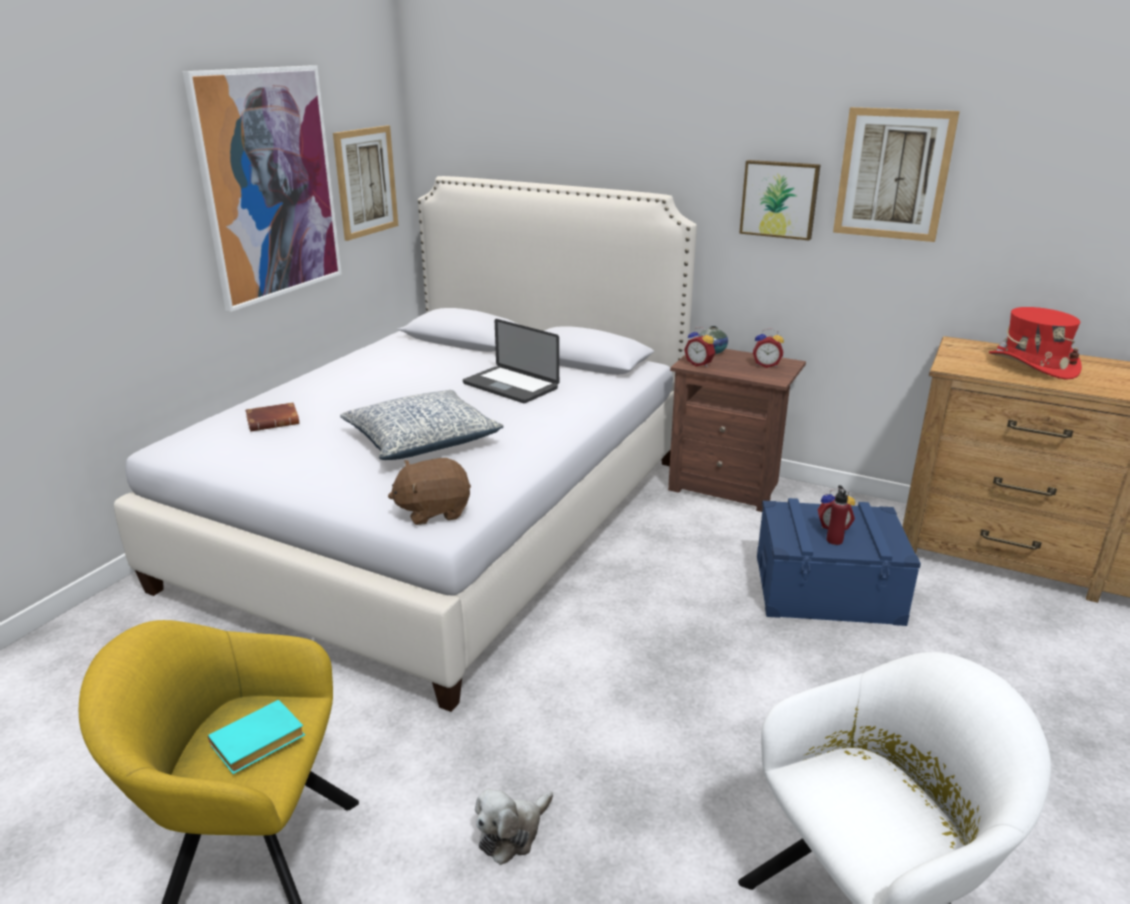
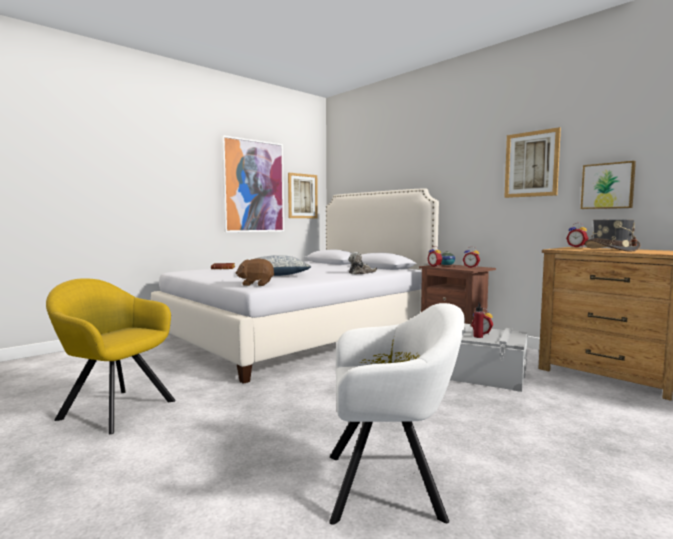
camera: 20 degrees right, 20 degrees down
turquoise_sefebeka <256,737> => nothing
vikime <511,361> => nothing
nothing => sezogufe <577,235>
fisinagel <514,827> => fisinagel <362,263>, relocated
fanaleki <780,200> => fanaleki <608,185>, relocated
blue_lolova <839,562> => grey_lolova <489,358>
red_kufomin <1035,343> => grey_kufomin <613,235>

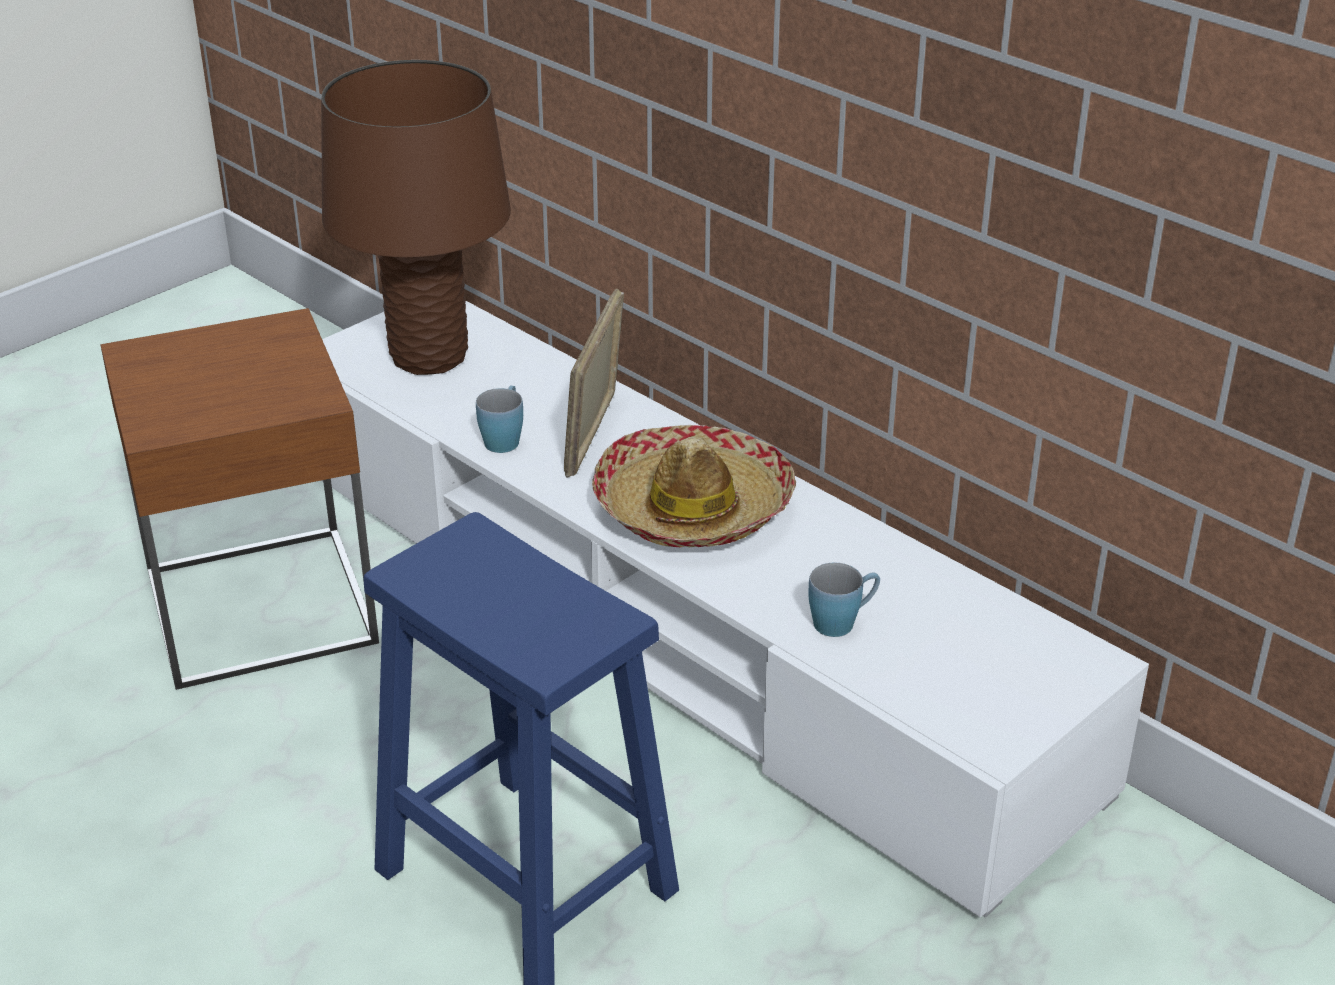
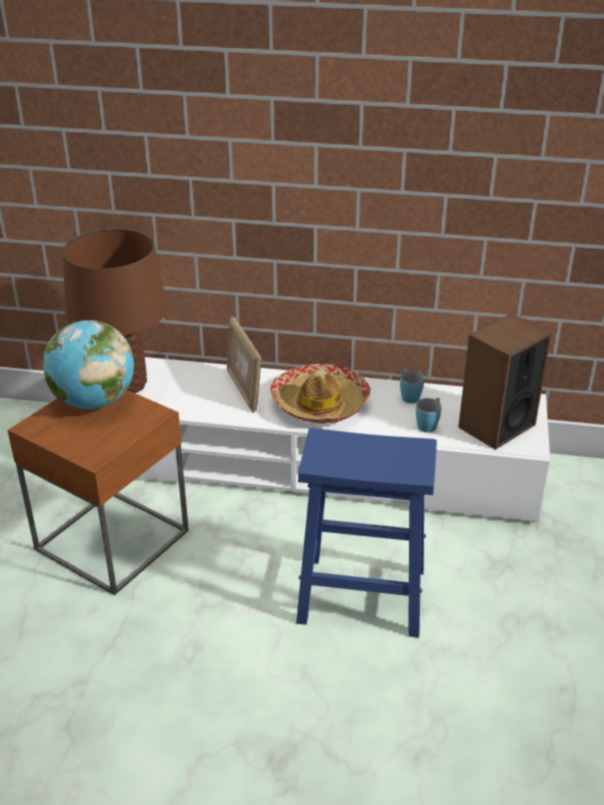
camera: 35 degrees left, 0 degrees up
nothing => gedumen <88,364>
nothing => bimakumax <505,381>
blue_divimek <499,419> => blue_divimek <412,386>, relocated

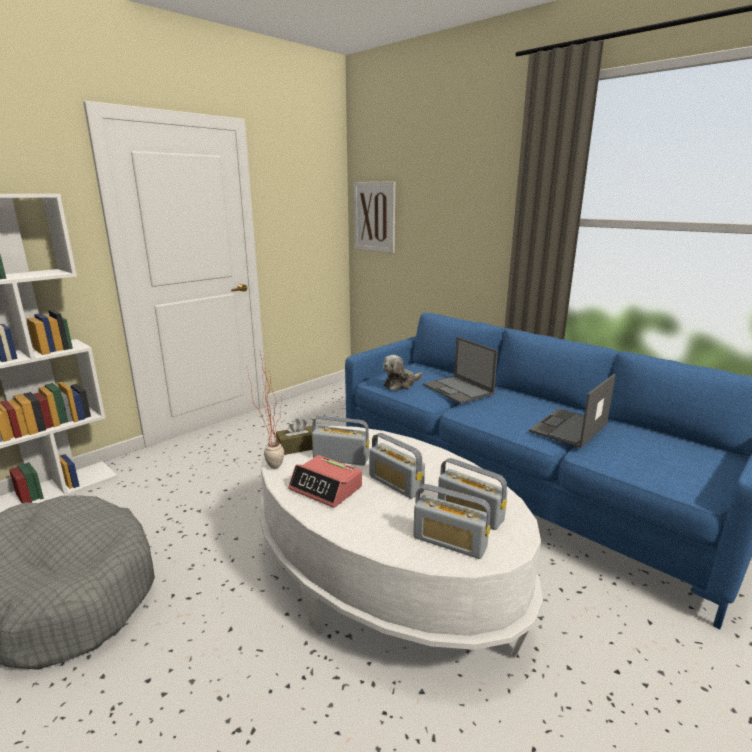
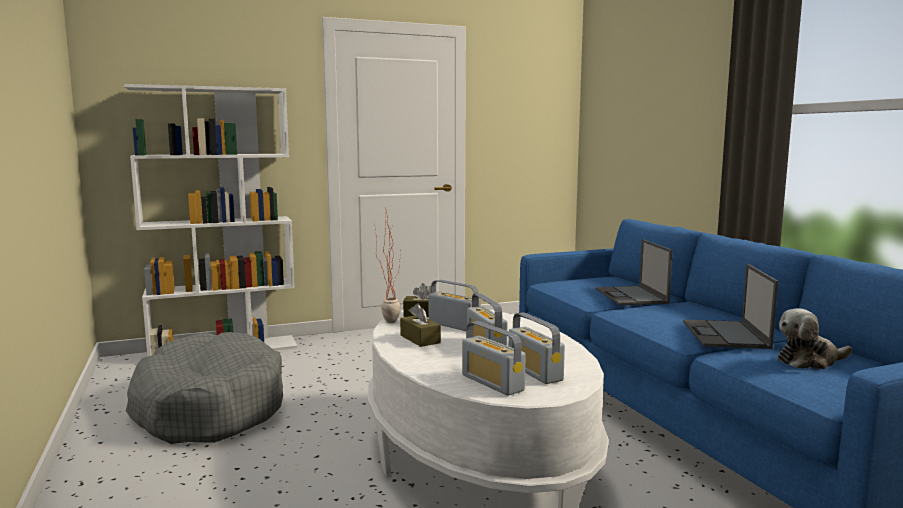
camera: 25 degrees right, 10 degrees down
fanaleki <374,217> => nothing
fisinagel <402,373> => fisinagel <815,338>, relocated
sezogufe <325,481> => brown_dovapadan <420,325>
vikime <572,411> => vikime <731,306>, 60 degrees counterclockwise

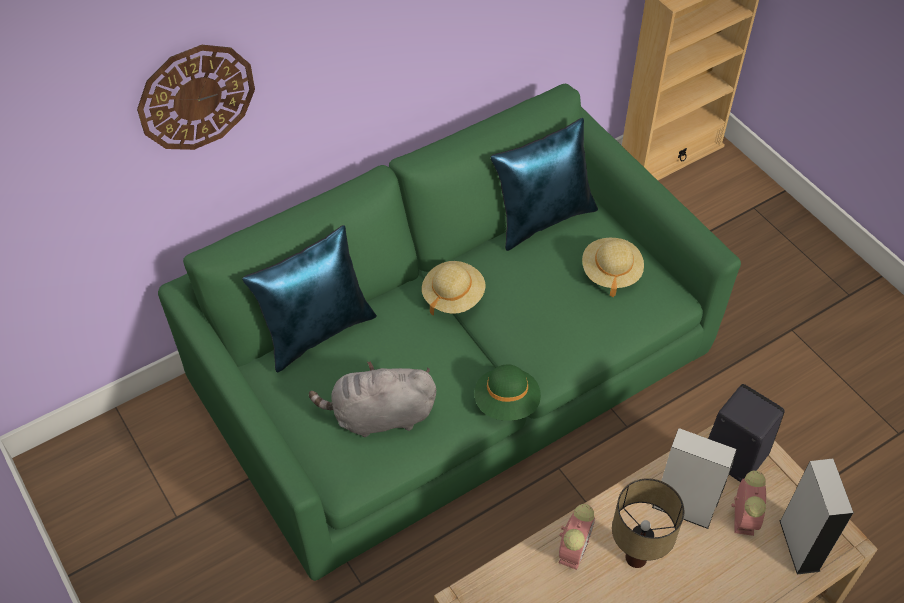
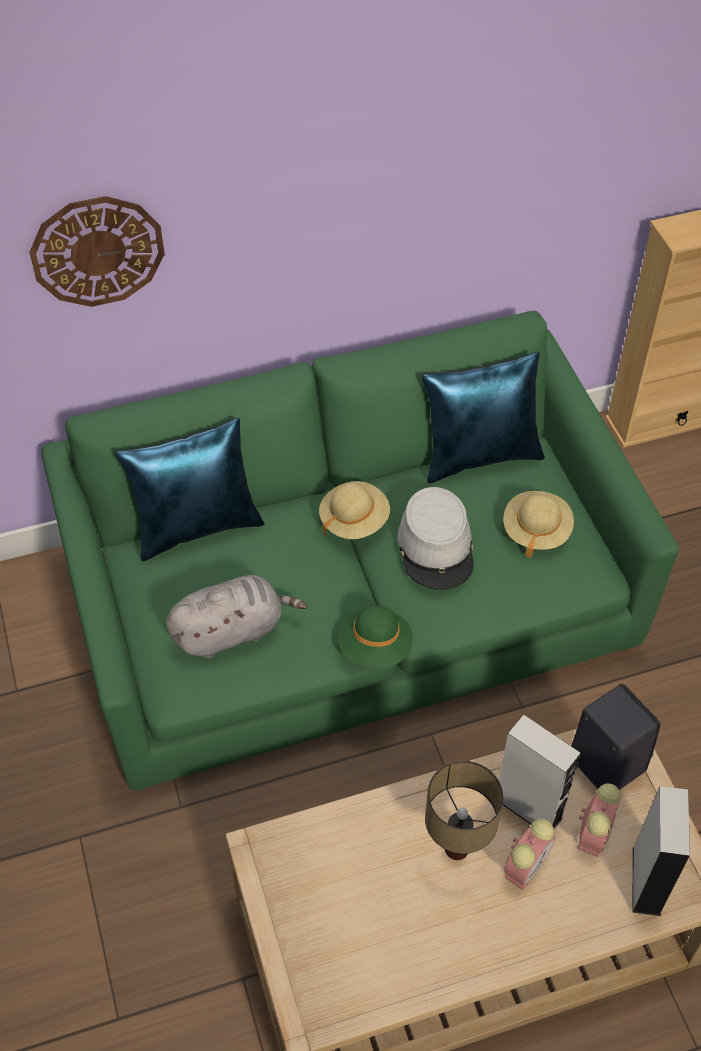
camera: 15 degrees right, 0 degrees up
nothing => grey_kufomin <436,538>
sezogufe <577,537> => sezogufe <529,854>, relocated
grey_fisinagel <372,399> => grey_fisinagel <236,617>, 150 degrees clockwise

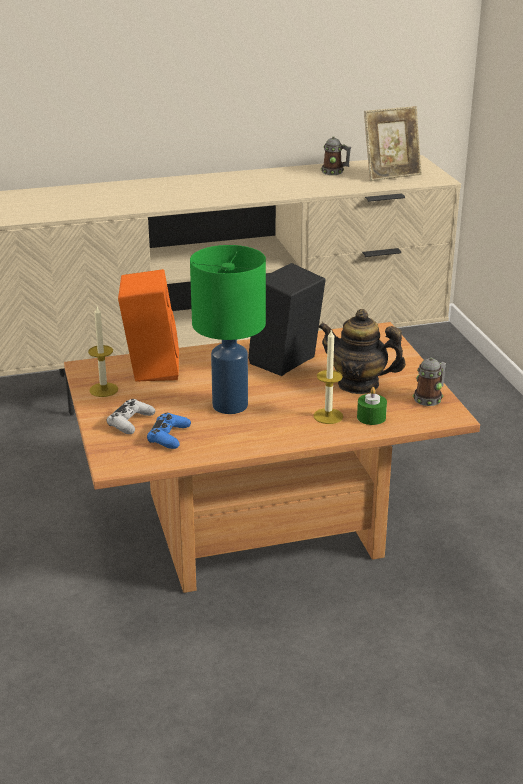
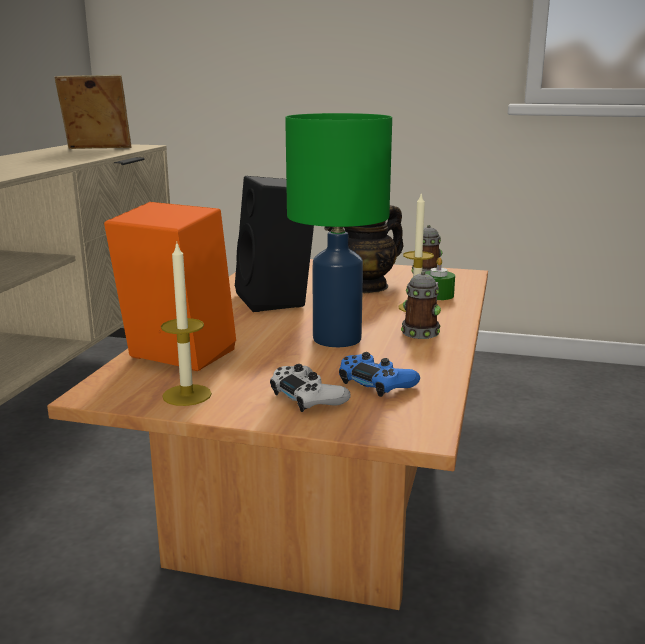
camera: 60 degrees left, 10 degrees down
divimek <336,155> => divimek <421,305>, relocated
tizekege <393,143> => tizekege <93,112>, 105 degrees counterclockwise

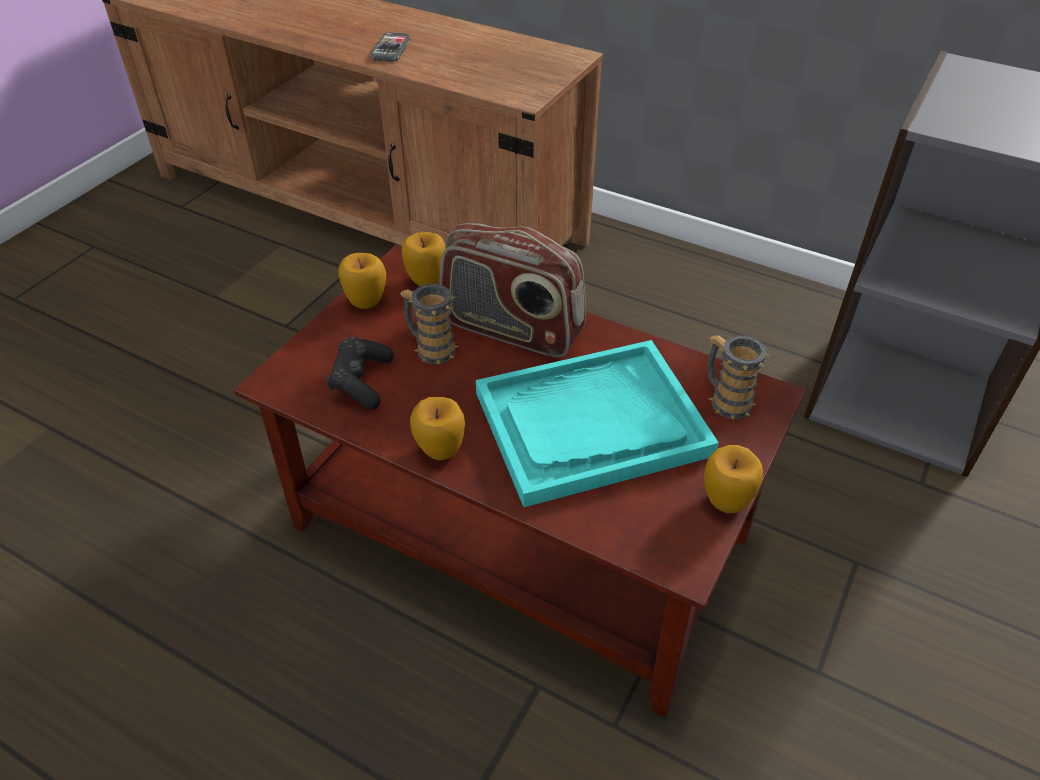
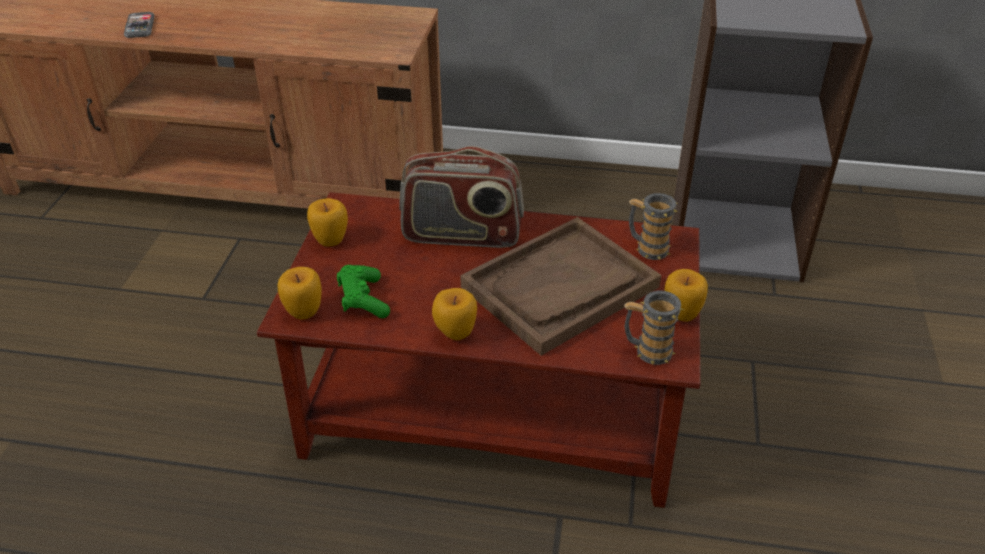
camera: 20 degrees left, 5 degrees down
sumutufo <390,47> => sumutufo <139,25>, relocated
divimek <429,324> => divimek <654,327>, relocated
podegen <423,259> => podegen <299,293>, relocated
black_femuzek <360,373> => green_femuzek <363,291>
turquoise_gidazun <597,423> => brown_gidazun <560,286>

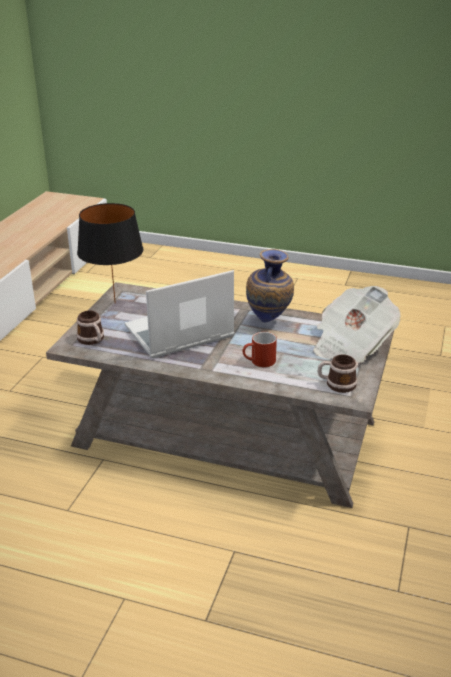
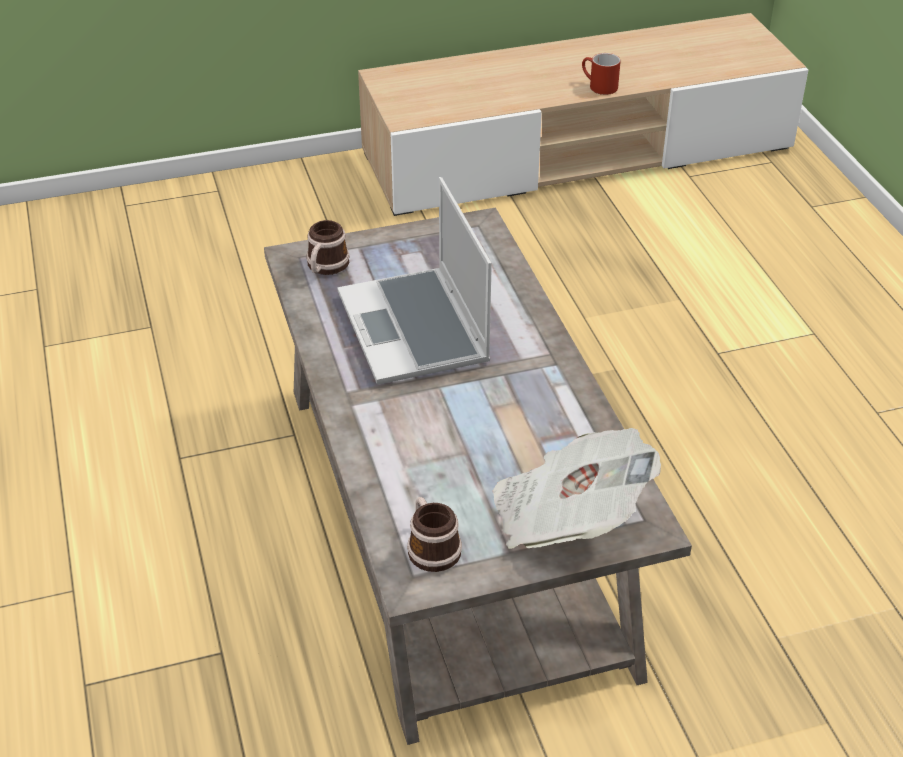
camera: 55 degrees right, 10 degrees up
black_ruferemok <110,253> => nothing
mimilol <270,286> => nothing
red_divimek <259,349> => red_divimek <601,74>, relocated
vikime <180,314> => vikime <414,281>, 135 degrees counterclockwise

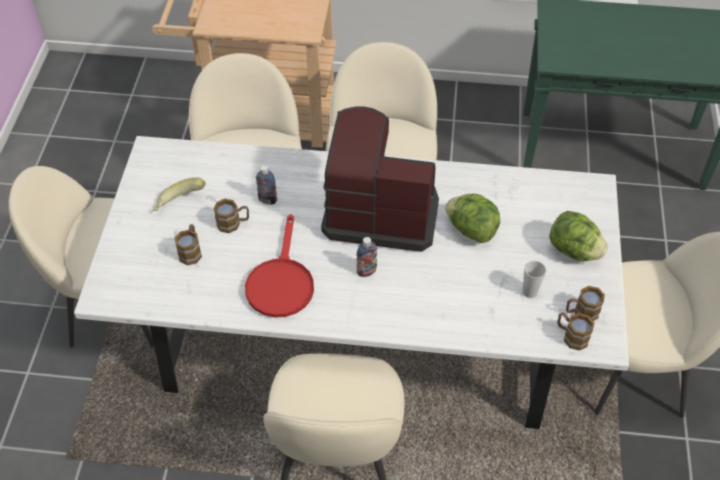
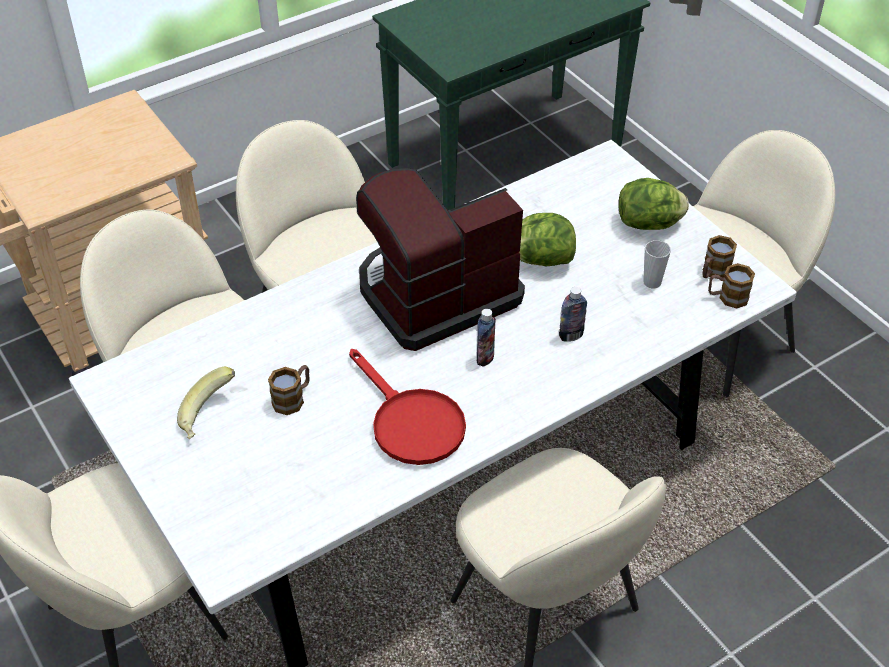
camera: 40 degrees left, 5 degrees down
divimek <188,244> => nothing
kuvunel <266,185> => kuvunel <573,314>, relocated

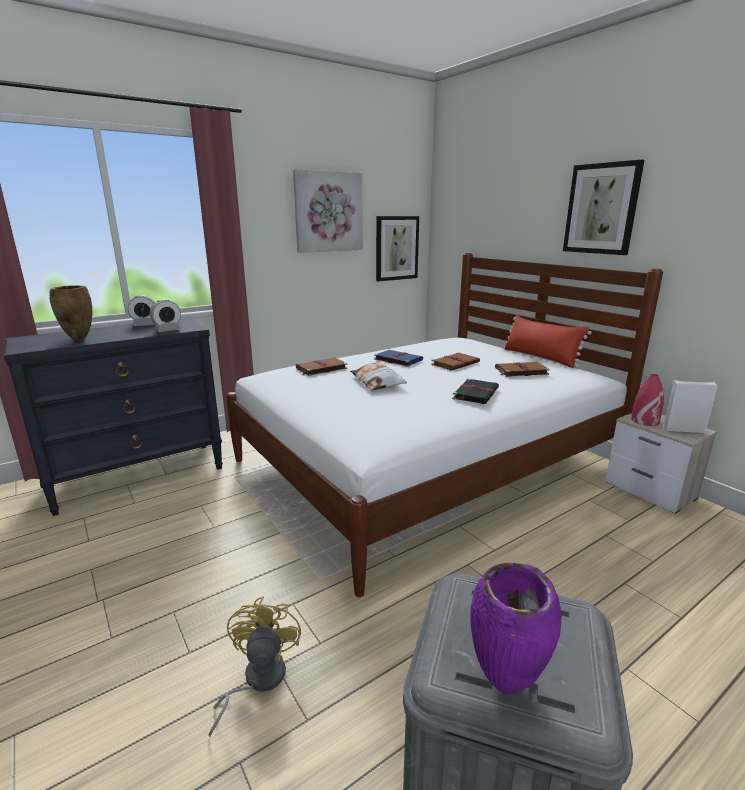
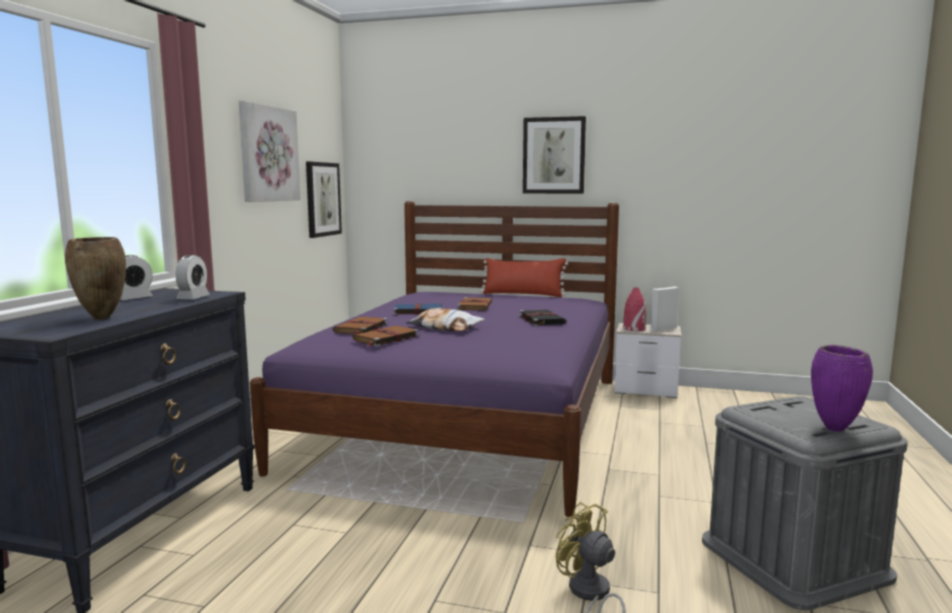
camera: 40 degrees left, 10 degrees down
brown_sefebeka <522,369> => brown_sefebeka <385,336>, relocated
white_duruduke <444,425> => purple_duruduke <434,359>

